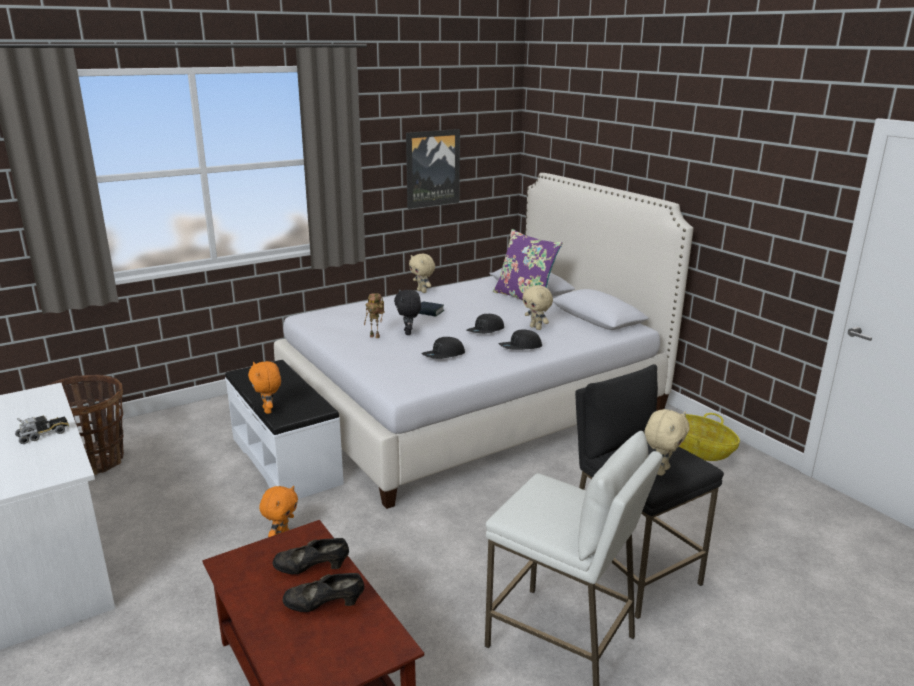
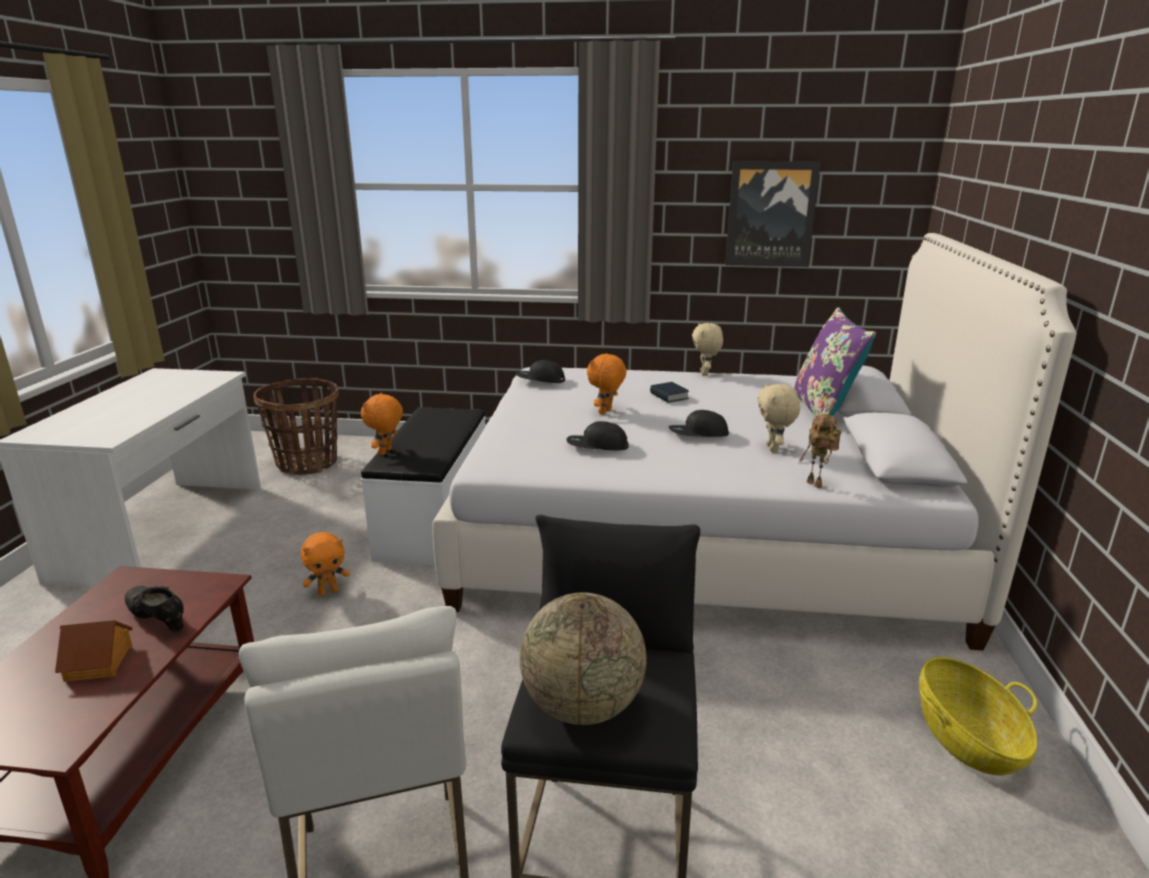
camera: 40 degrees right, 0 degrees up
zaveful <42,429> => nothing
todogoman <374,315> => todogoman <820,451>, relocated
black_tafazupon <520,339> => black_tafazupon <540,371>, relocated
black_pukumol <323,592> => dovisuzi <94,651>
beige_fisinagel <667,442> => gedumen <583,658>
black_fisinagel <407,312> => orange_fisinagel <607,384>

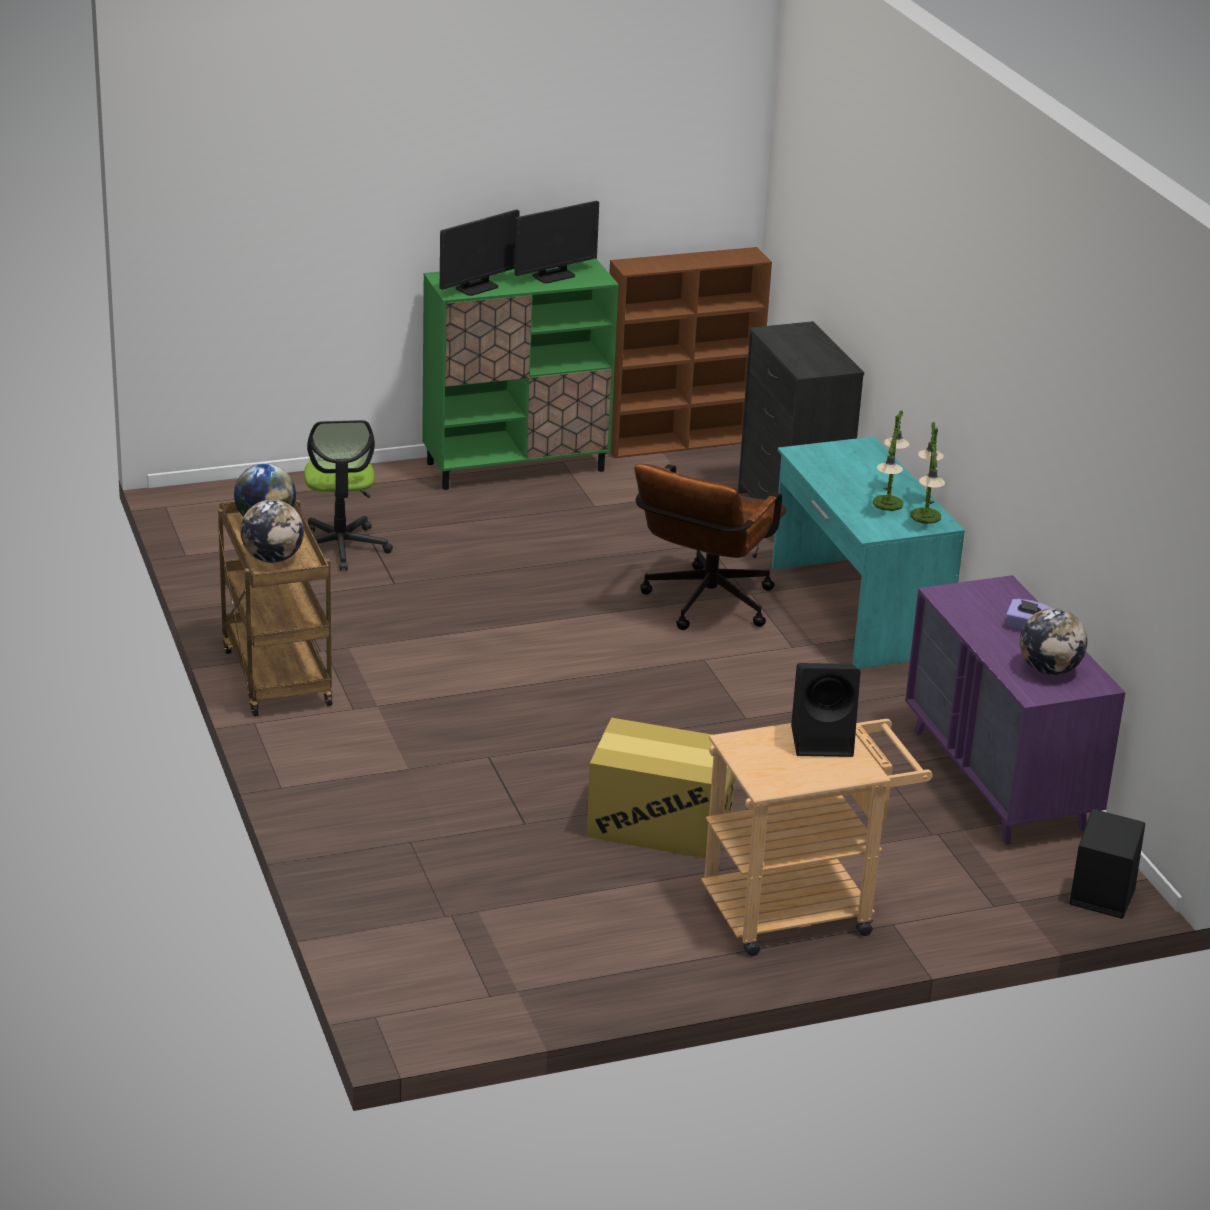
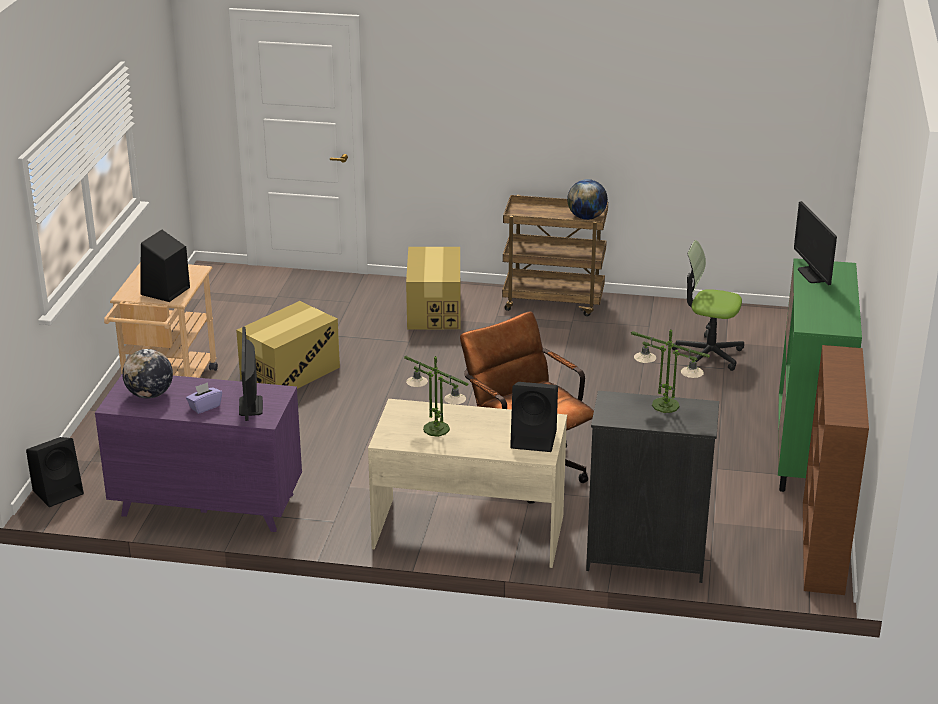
camera: 120 degrees right, 0 degrees up
gedumen <272,531> => nothing
nothing => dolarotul <433,288>
nothing => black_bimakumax <534,417>
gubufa <556,242> => gubufa <251,374>, relocated
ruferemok <928,473> => ruferemok <670,371>, relocated
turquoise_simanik <868,552> => beige_simanik <467,483>

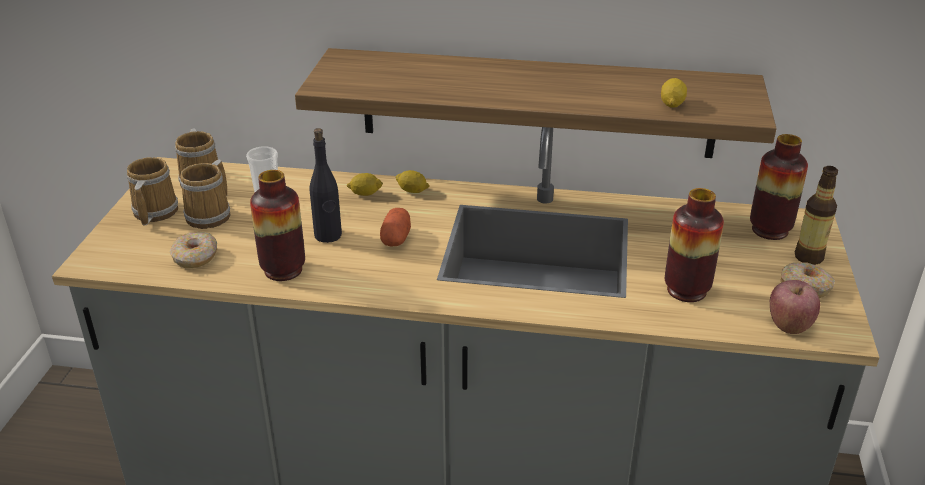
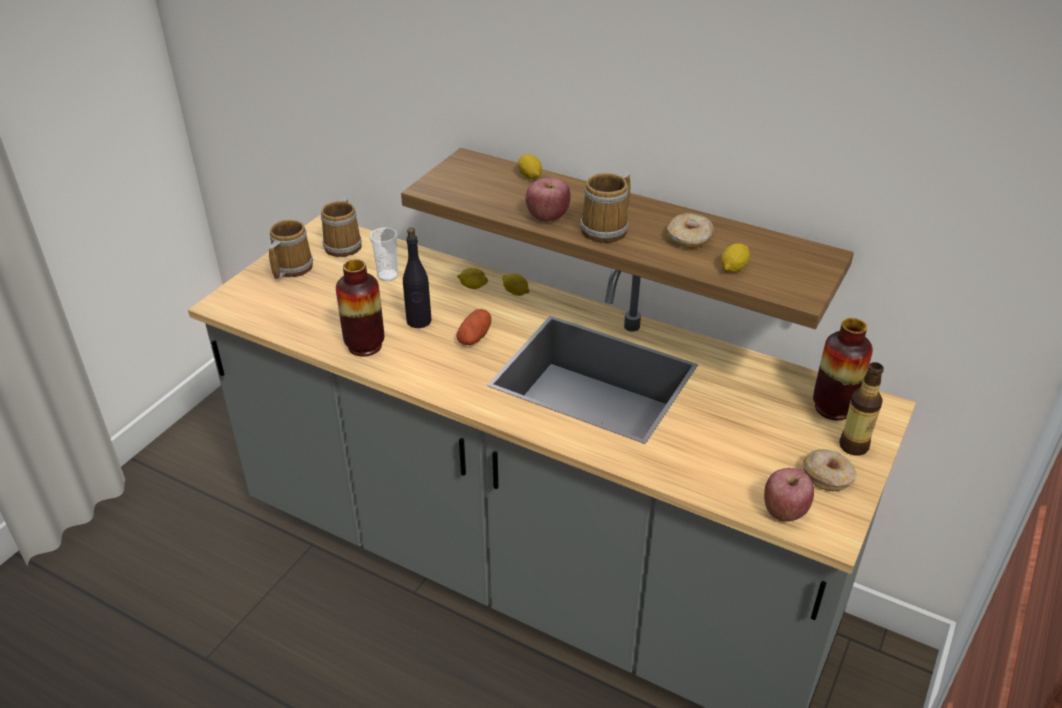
camera: 20 degrees right, 5 degrees up
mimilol <694,245> => nothing
nothing => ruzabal <530,166>
nothing => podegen <547,200>
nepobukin <193,250> => nepobukin <690,230>, relocated
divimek <205,194> => divimek <605,207>, relocated

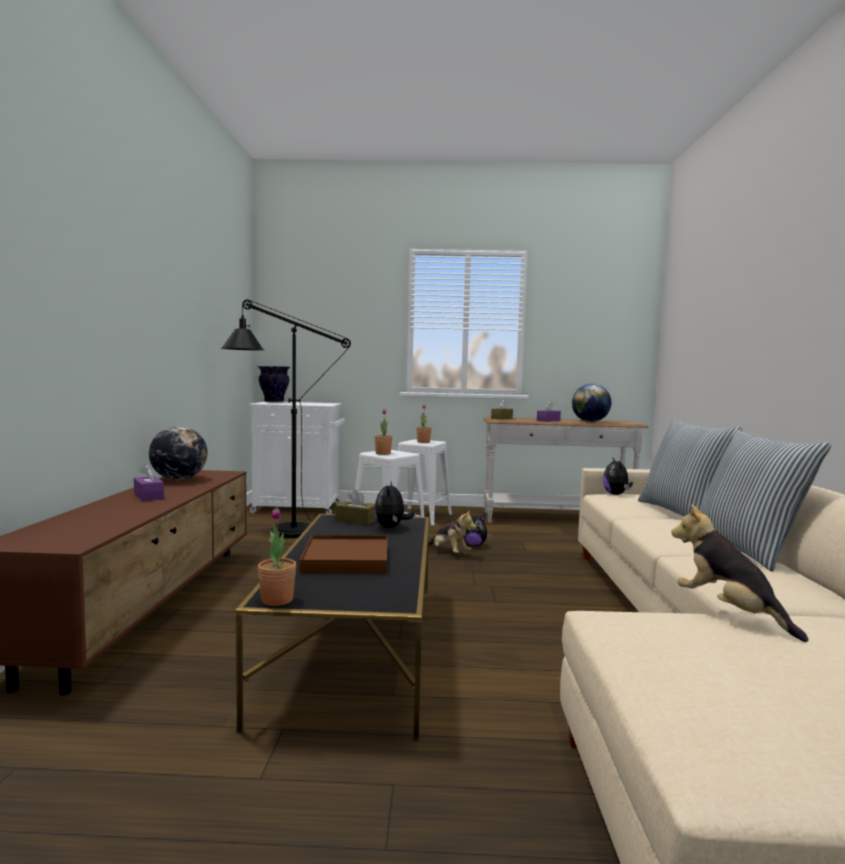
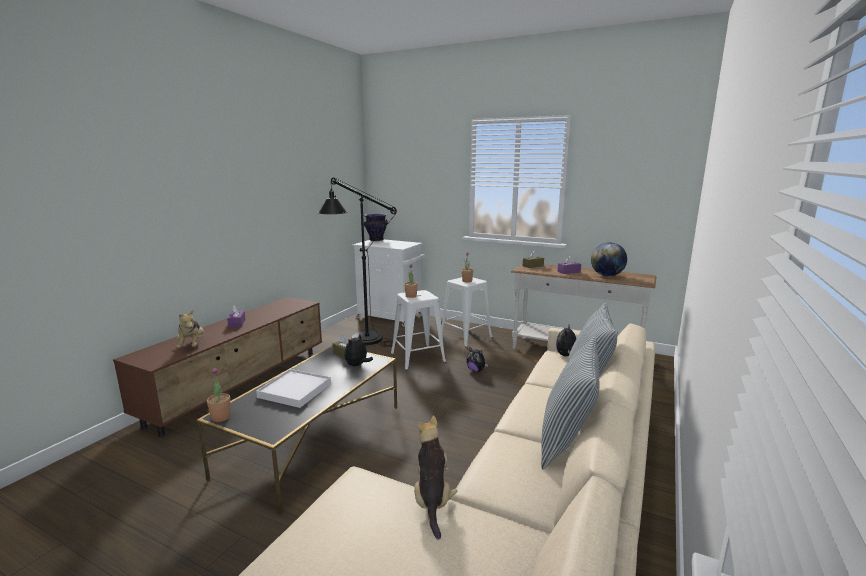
camera: 25 degrees right, 10 degrees up
gedumen <178,453> => nothing
fisinagel <452,532> => fisinagel <190,329>, relocated
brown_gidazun <343,554> => white_gidazun <293,388>

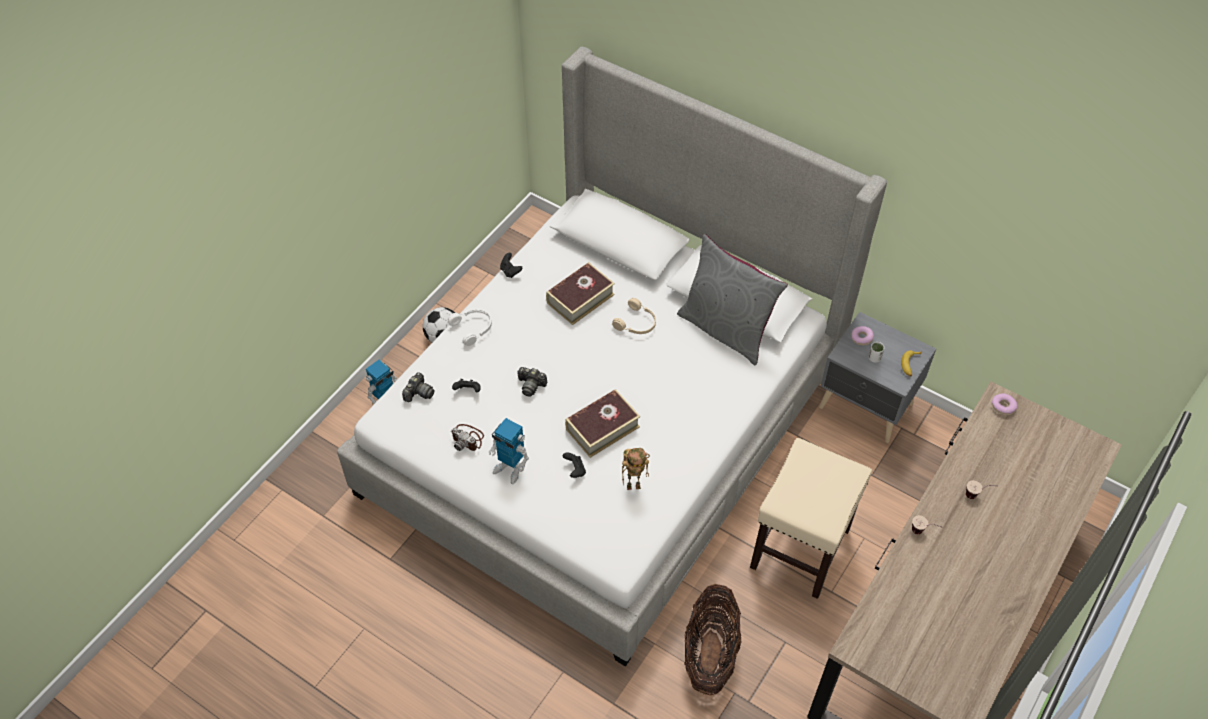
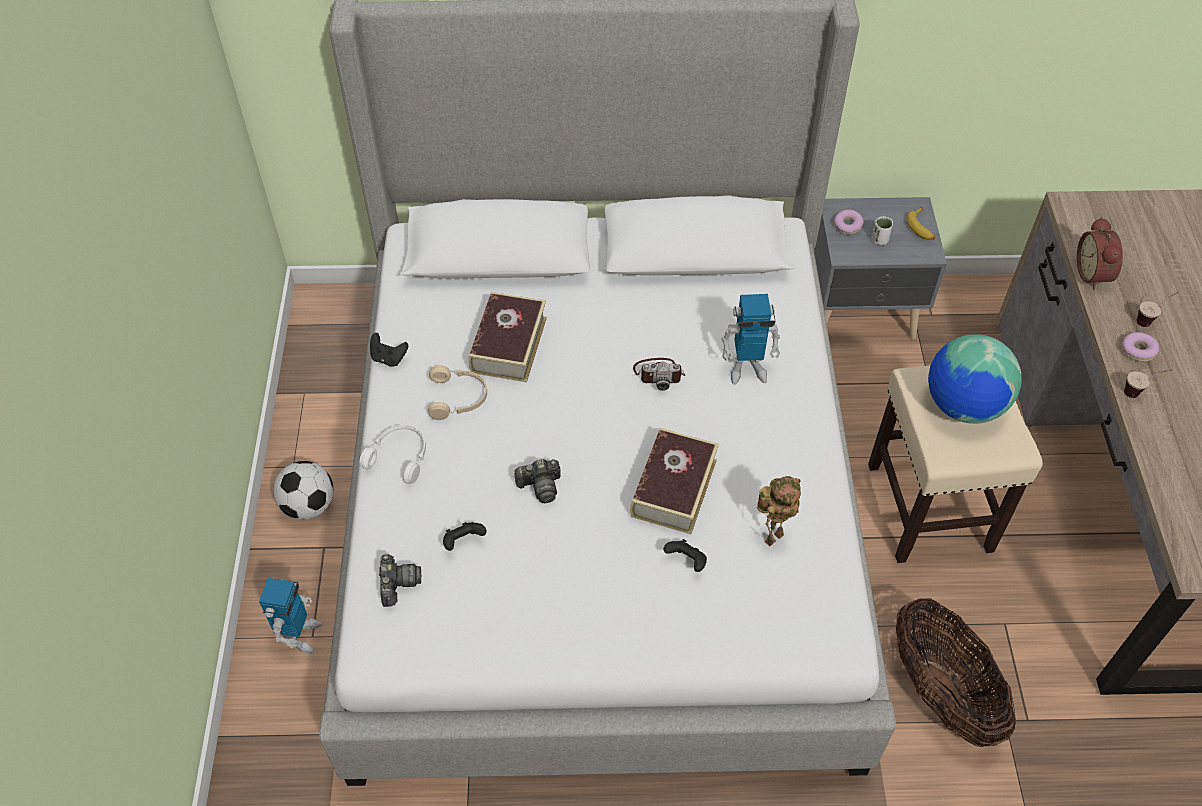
camera: 35 degrees left, 0 degrees up
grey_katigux <732,299> => nothing
nothing => gedumen <975,379>
nothing => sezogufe <1100,253>
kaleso <467,437> => kaleso <659,374>, relocated
todogoman <509,451> => todogoman <750,339>, relocated
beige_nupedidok <634,316> => beige_nupedidok <457,392>, relocated
nepobukin <1004,404> => nepobukin <1140,347>, relocated

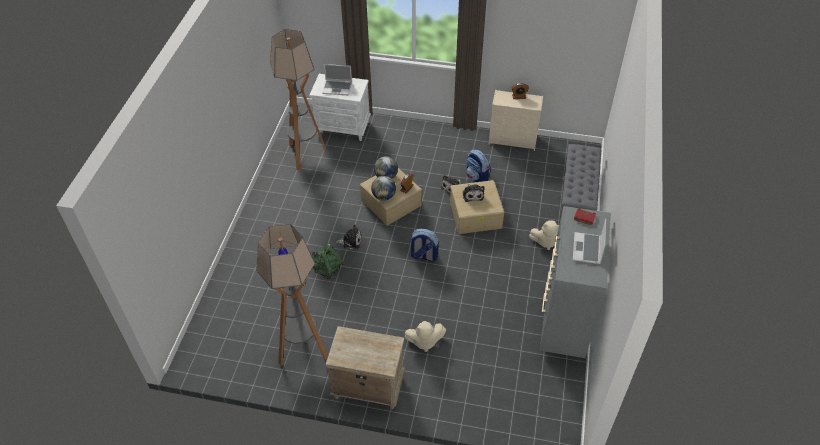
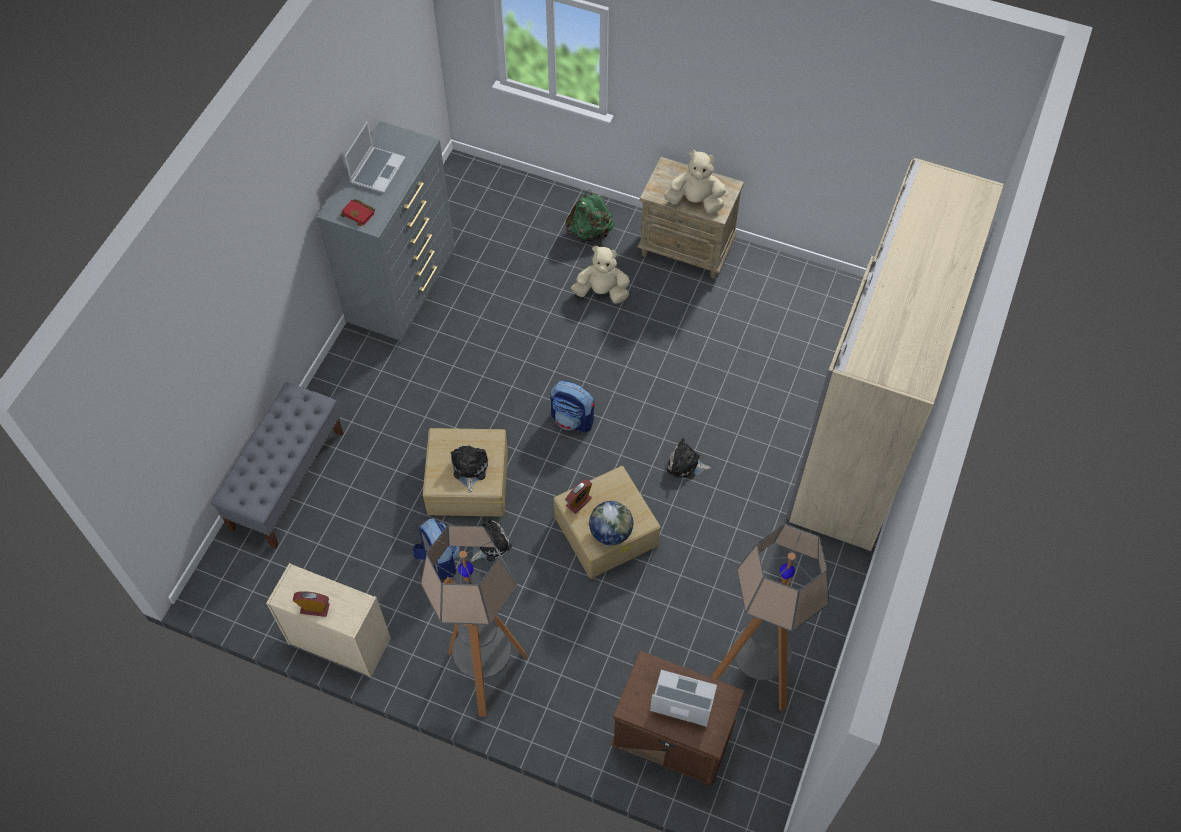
camera: 170 degrees left, 10 degrees up
gedumen <383,188> => nothing
nothing => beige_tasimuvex <895,354>
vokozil <292,295> => vokozil <474,621>, relocated
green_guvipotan <328,261> => green_guvipotan <589,215>, relocated
beige_fisinagel <544,235> => beige_fisinagel <695,182>, relocated
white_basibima <340,107> => brown_basibima <678,718>

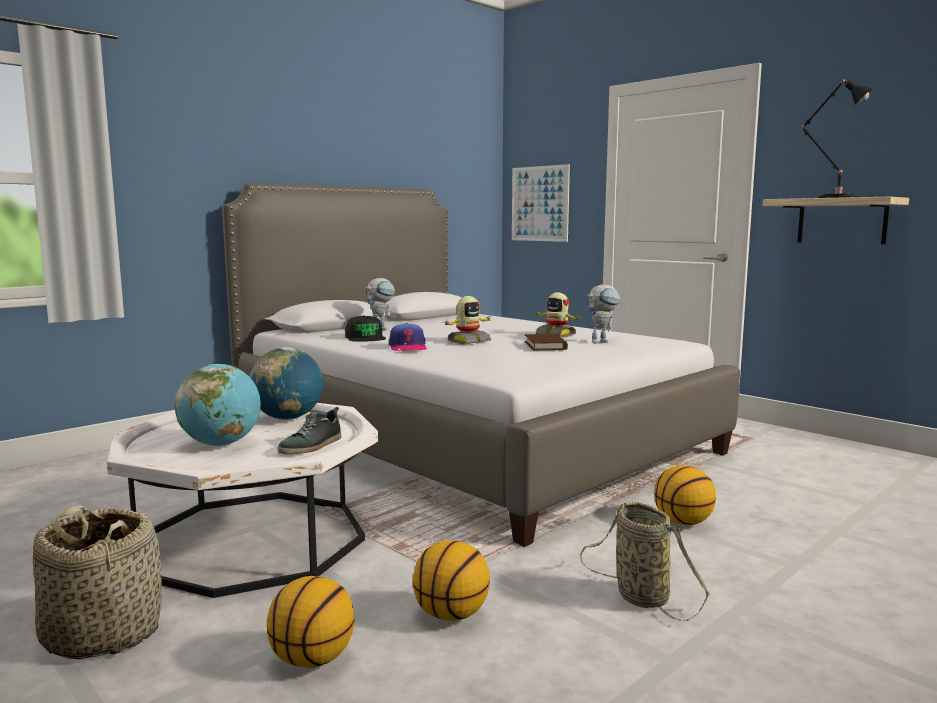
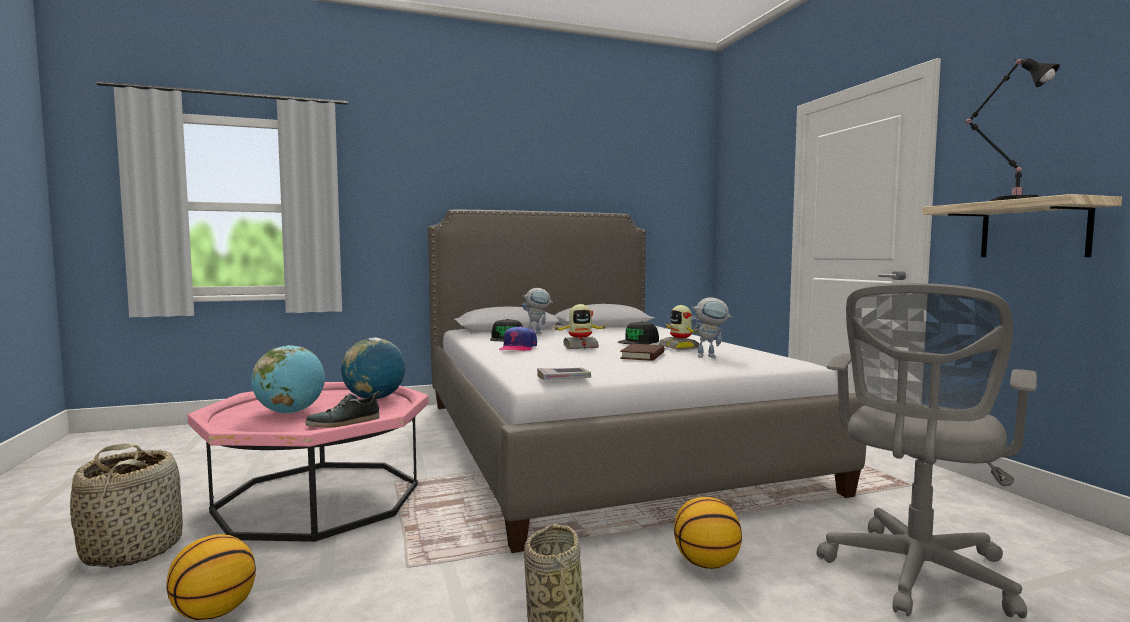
camera: 25 degrees right, 5 degrees down
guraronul <451,580> => nothing
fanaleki <541,203> => nothing
nothing => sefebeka <564,374>
nothing => black_tafazupon <638,332>
nothing => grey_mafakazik <927,450>
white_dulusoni <242,500> => pink_dulusoni <308,462>

